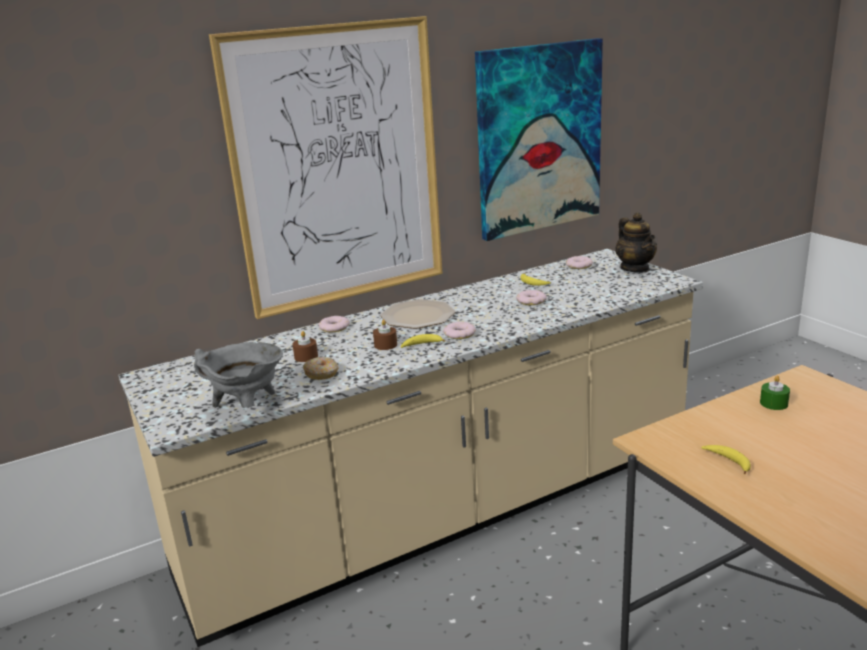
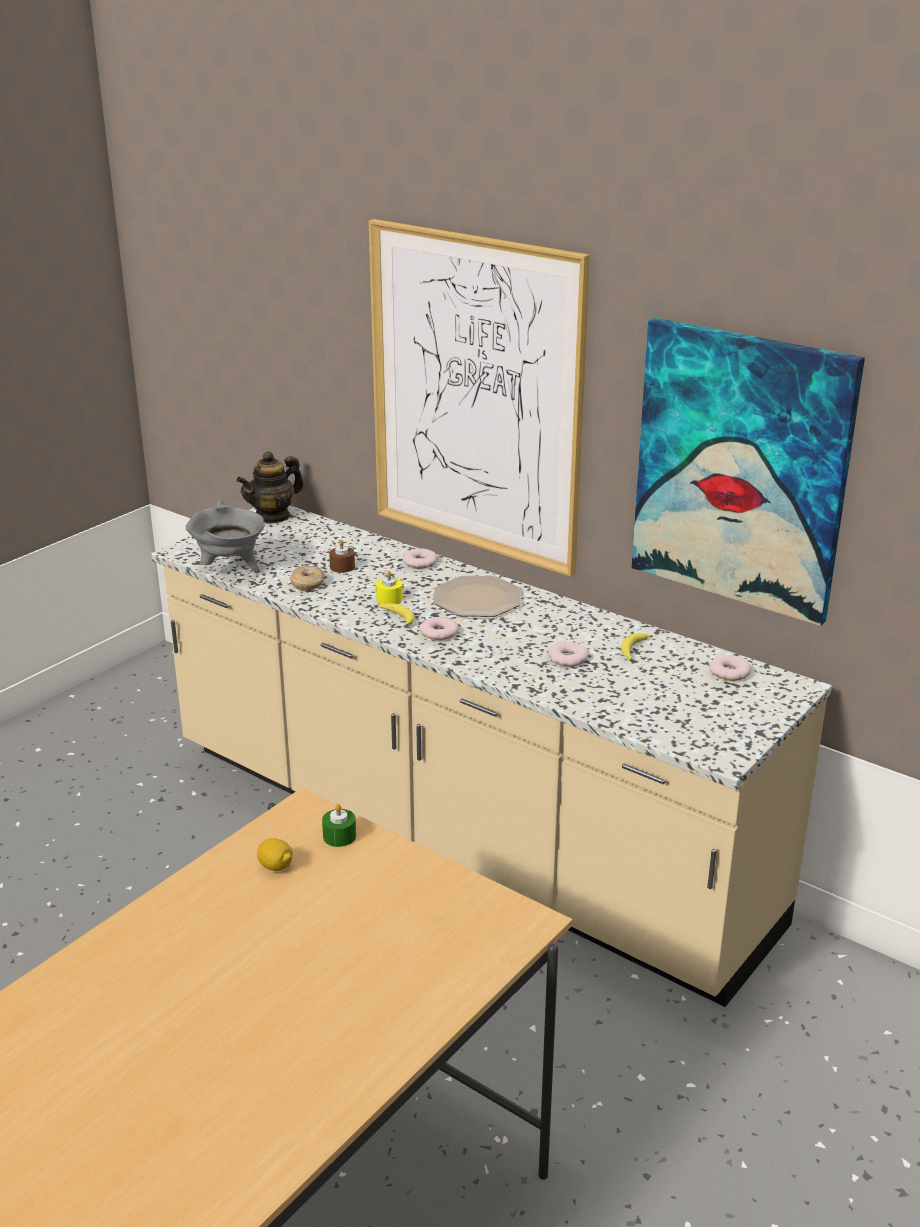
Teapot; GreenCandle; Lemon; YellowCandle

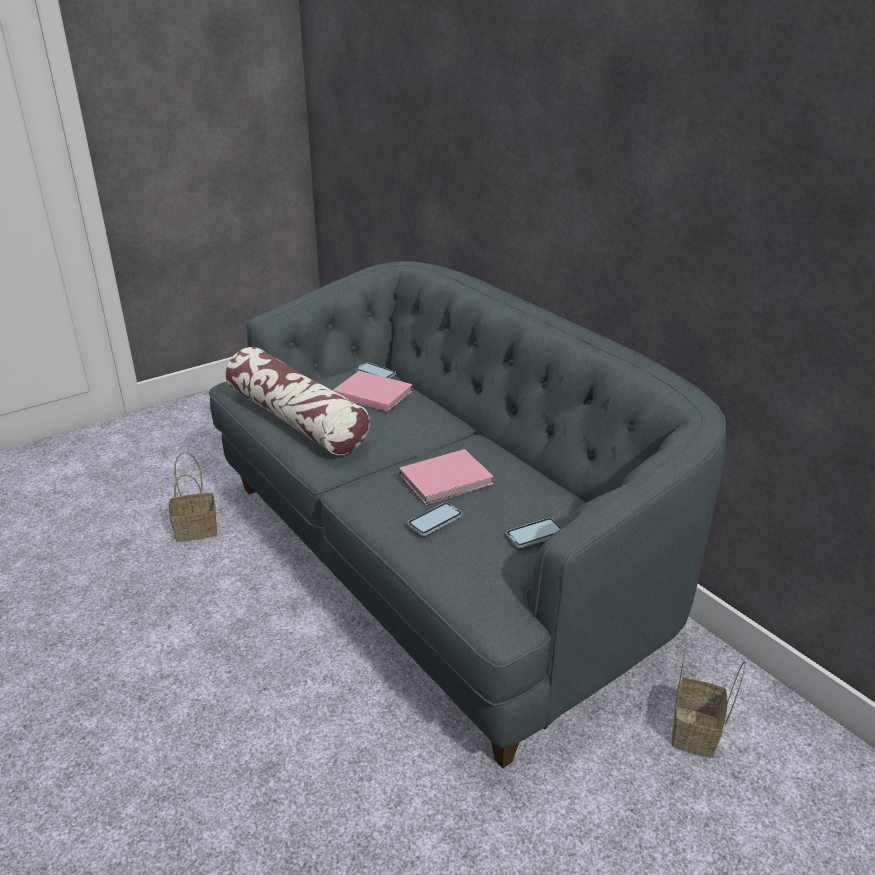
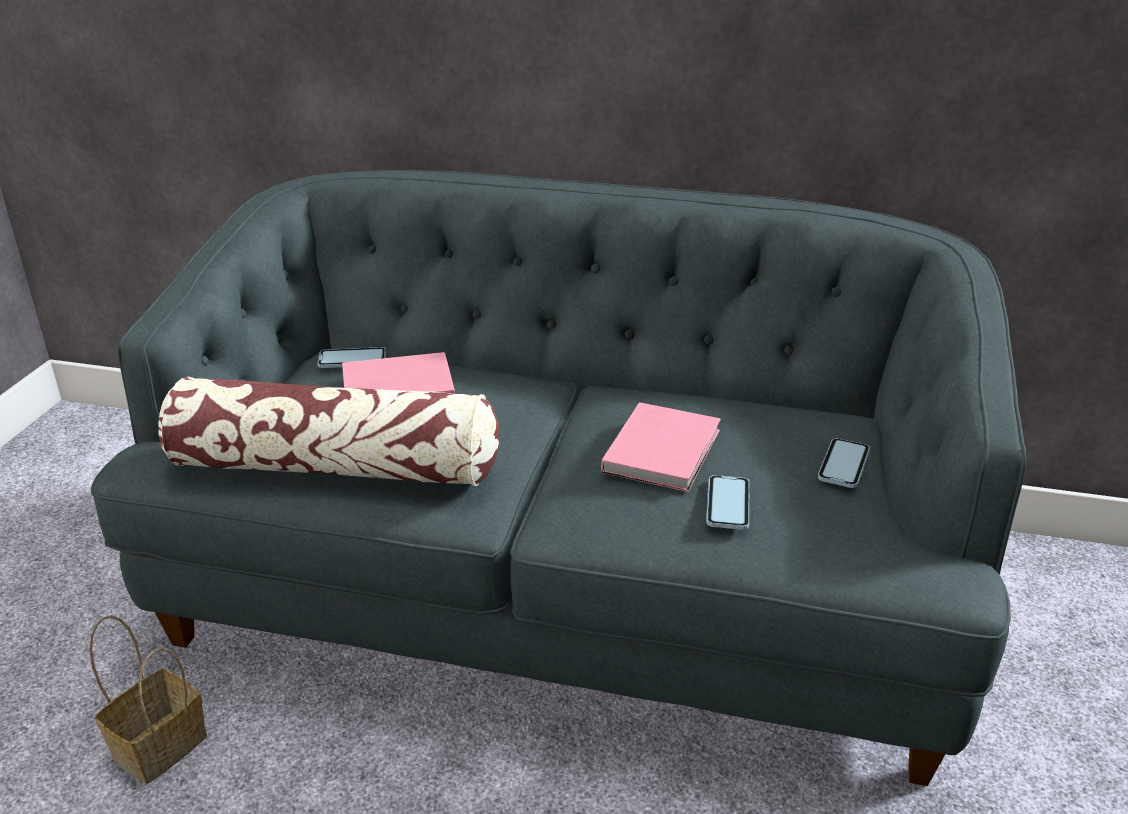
Basket (no. 2 from left in the first image)

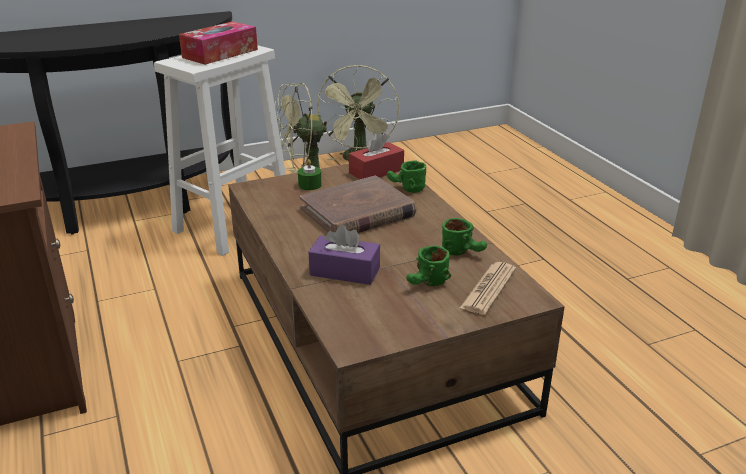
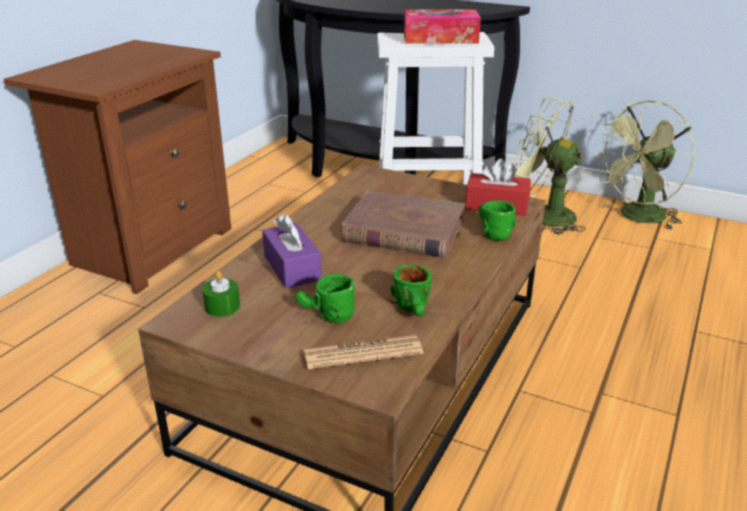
GreenCandle

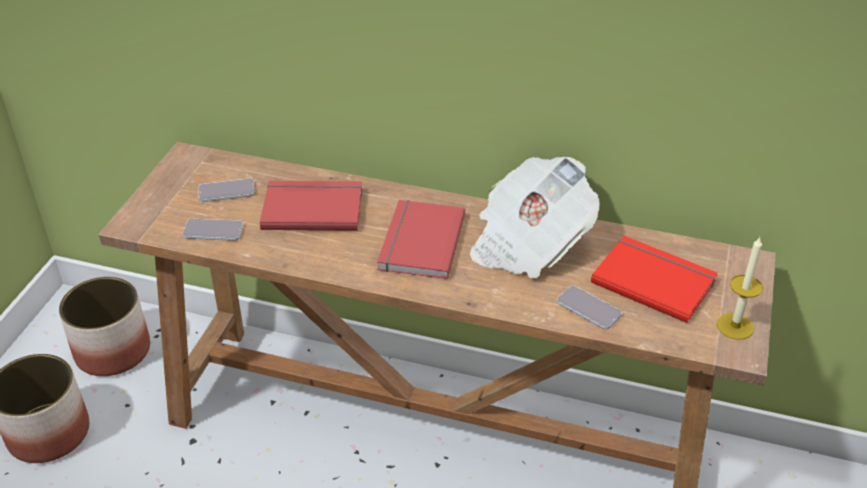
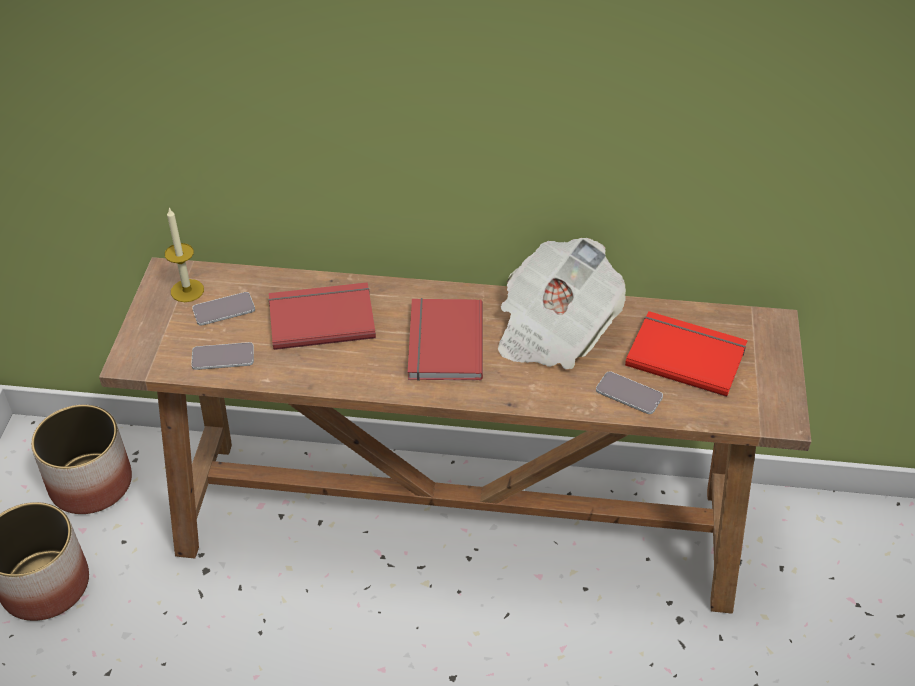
Candle

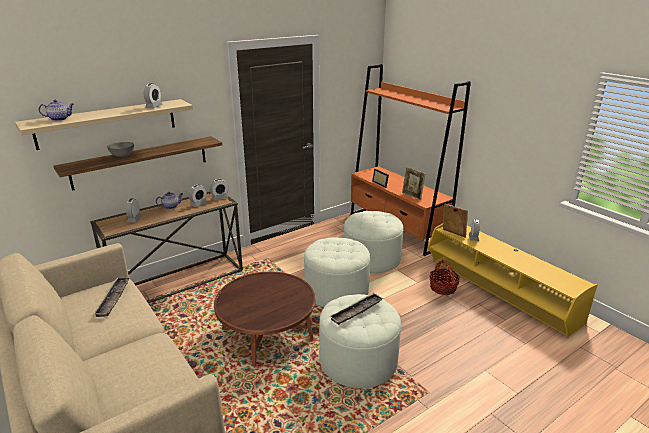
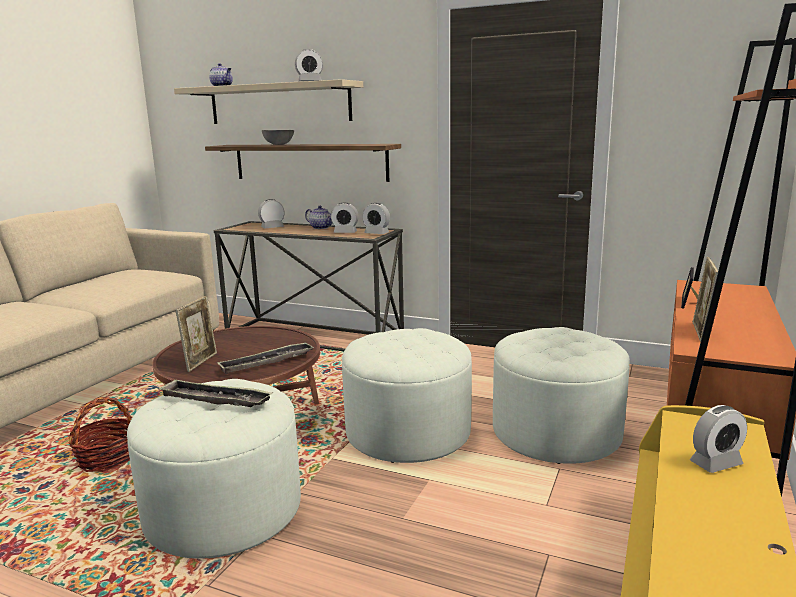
Tray (no. 2 from left); Basket; PictureFrame (no. 1 from left)

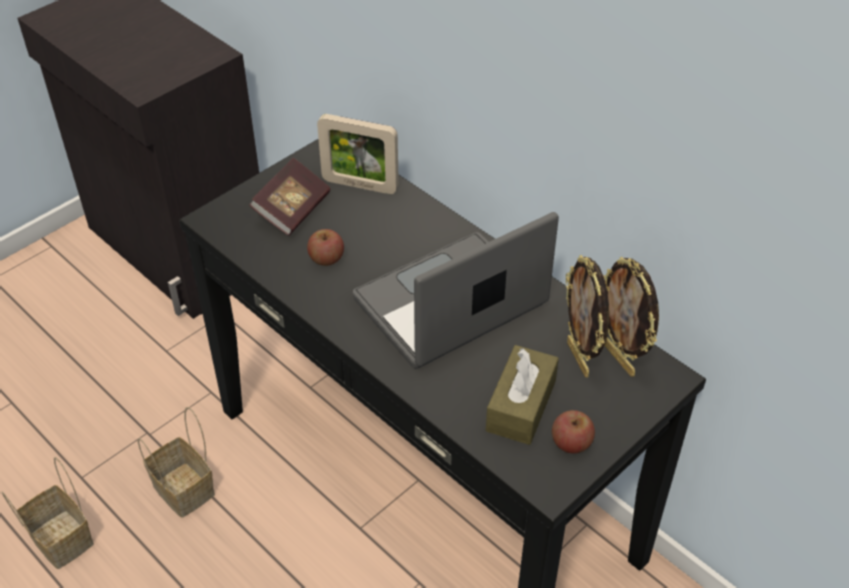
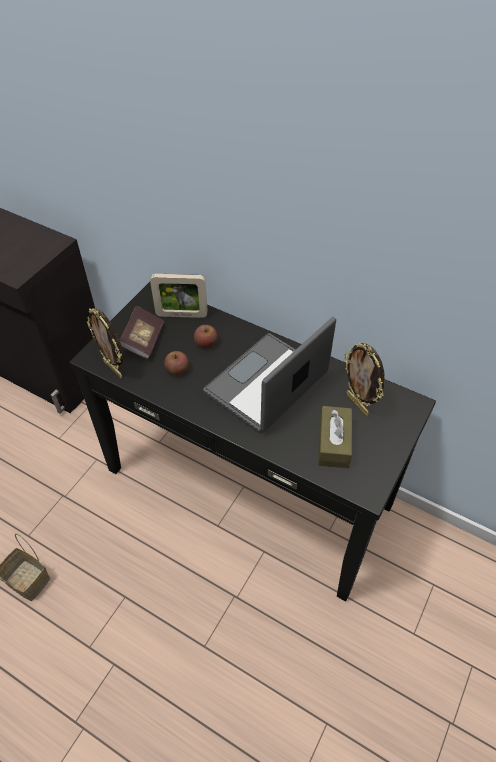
Basket (no. 2 from left in the first image); Apple (no. 2 from left); PictureFrame (no. 1 from left)

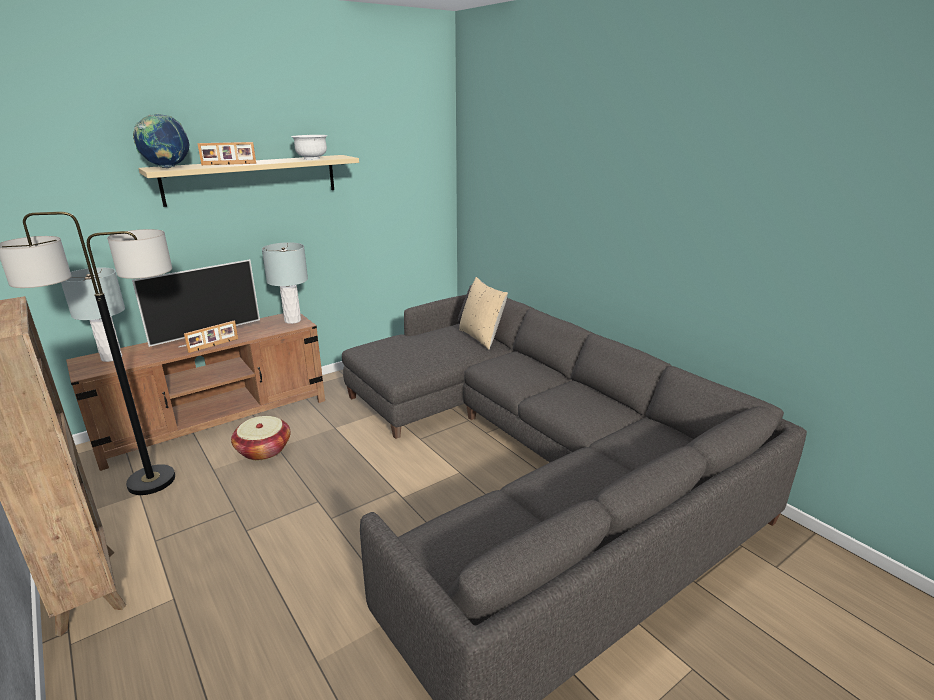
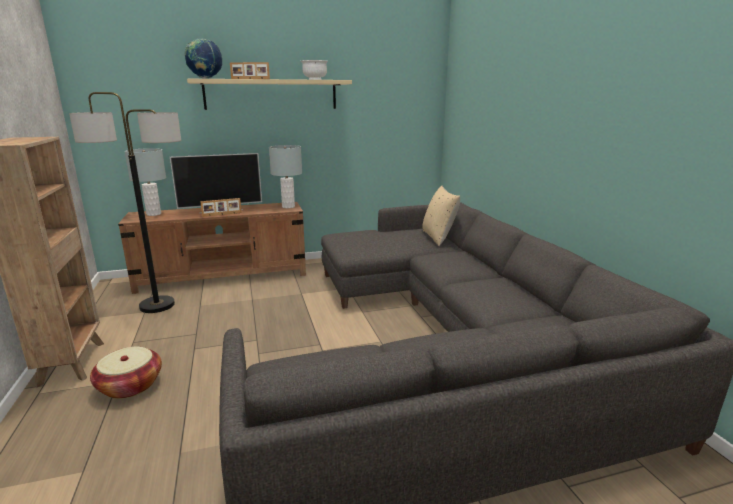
Basket

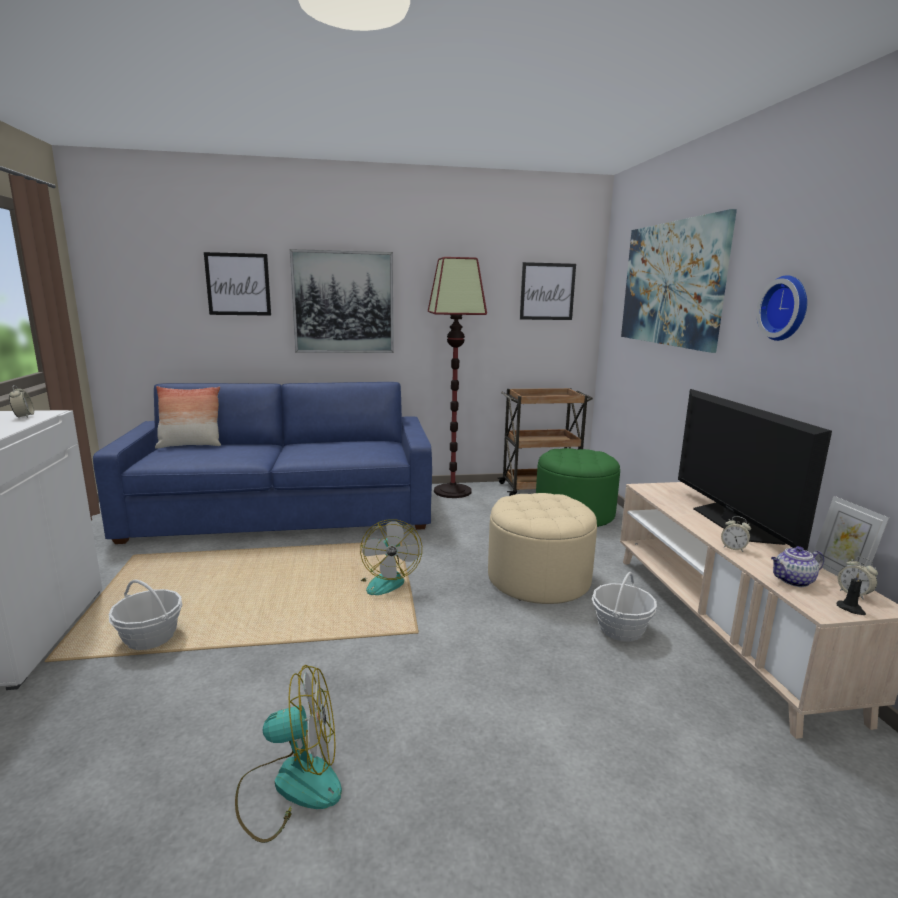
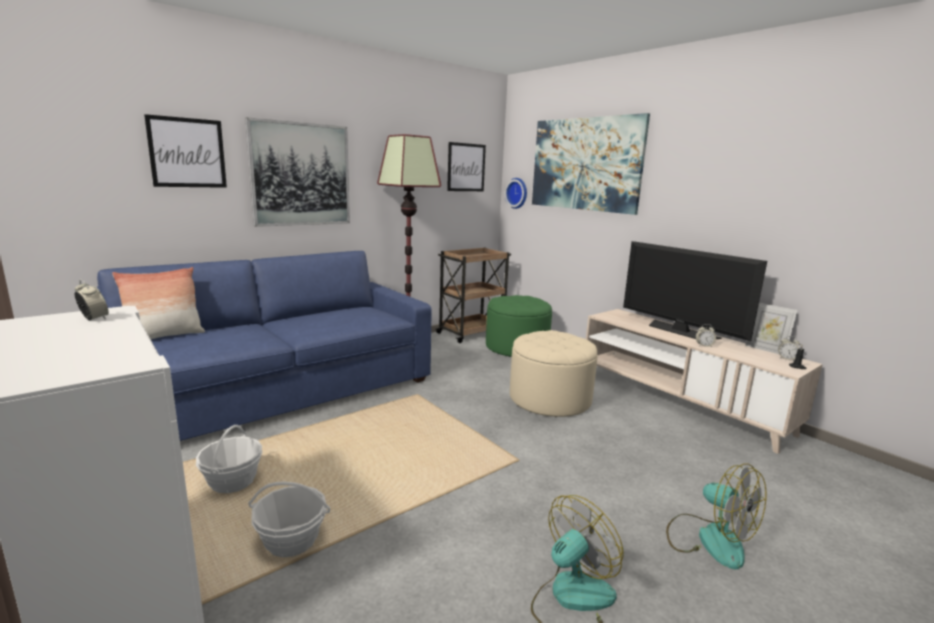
Teapot; Fan (no. 2 from left); Basket (no. 1 from left); WallClock

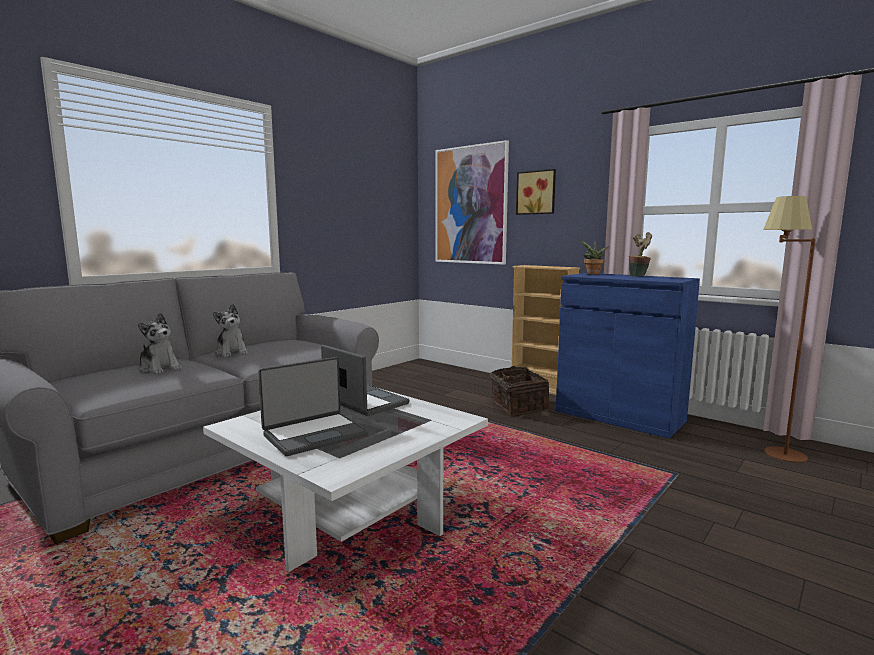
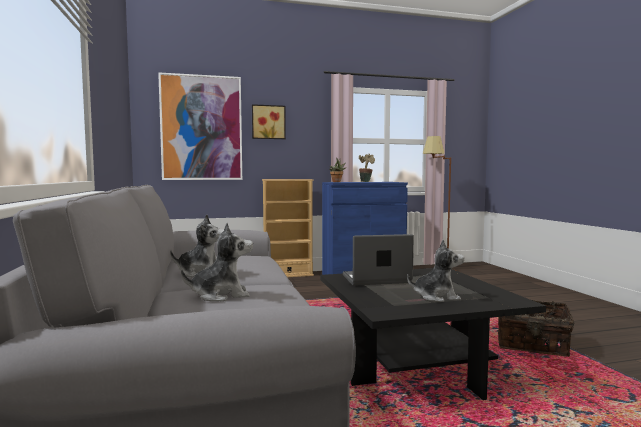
Basket; PlushToy (no. 3 from left); BlackCoffeeTable

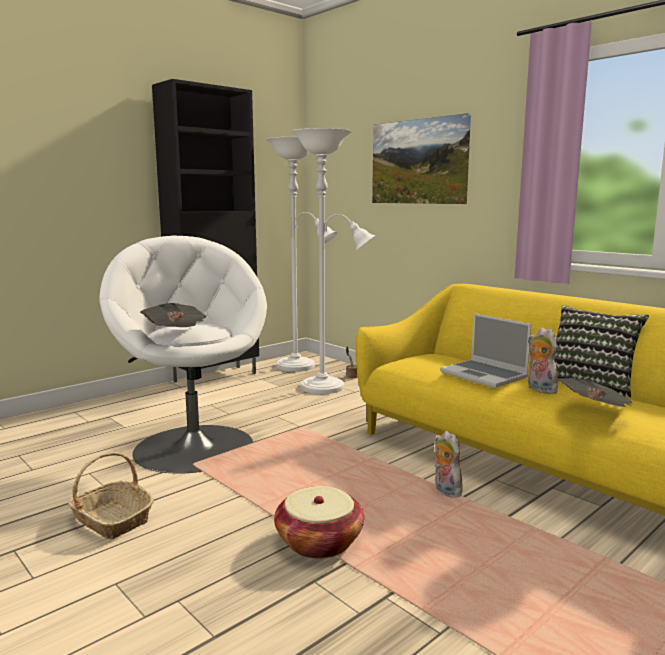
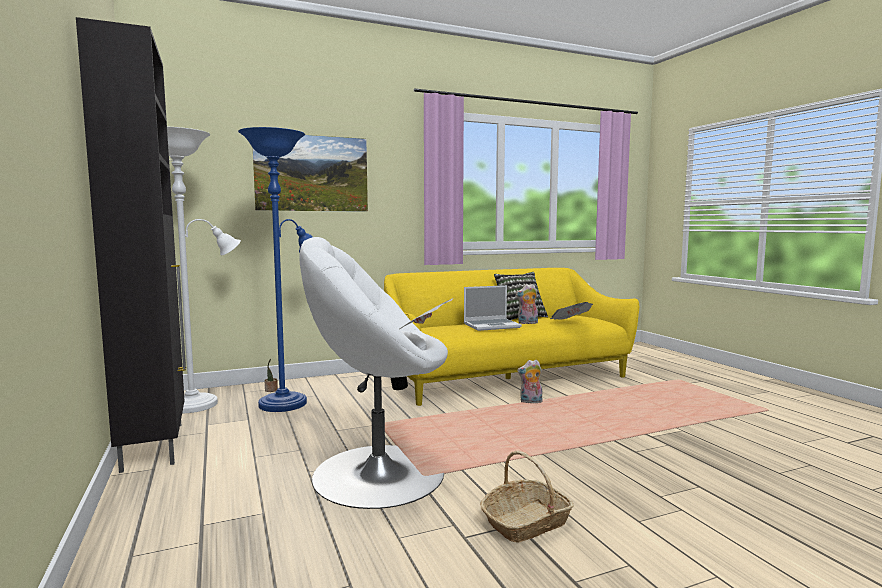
Basket (no. 2 from left in the first image); BlueFloorLamp

